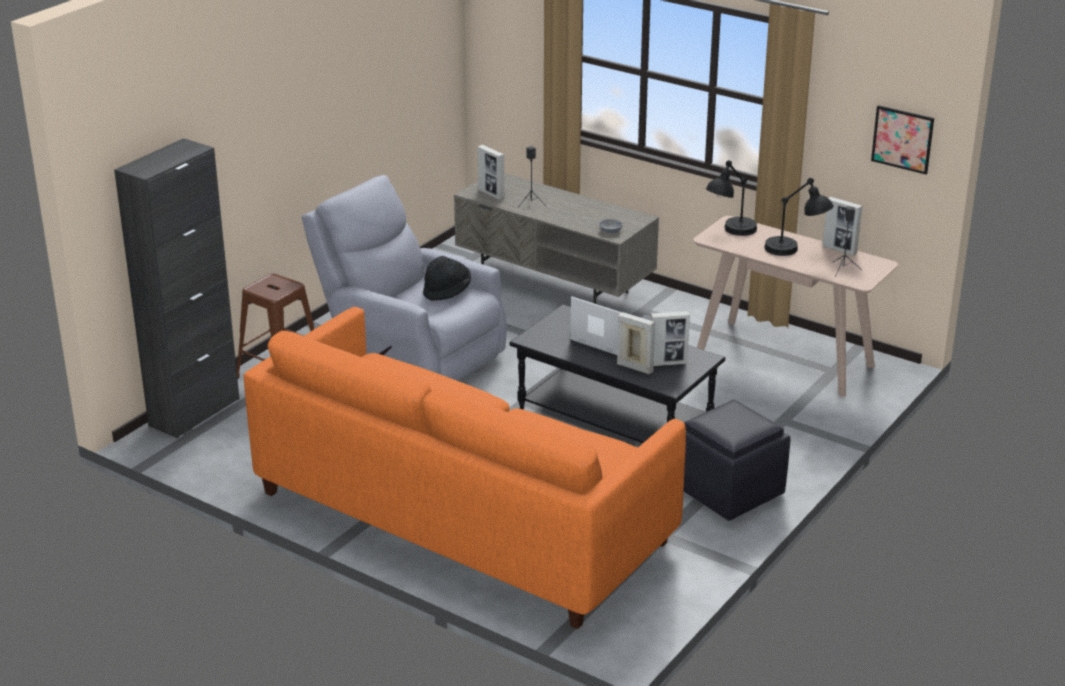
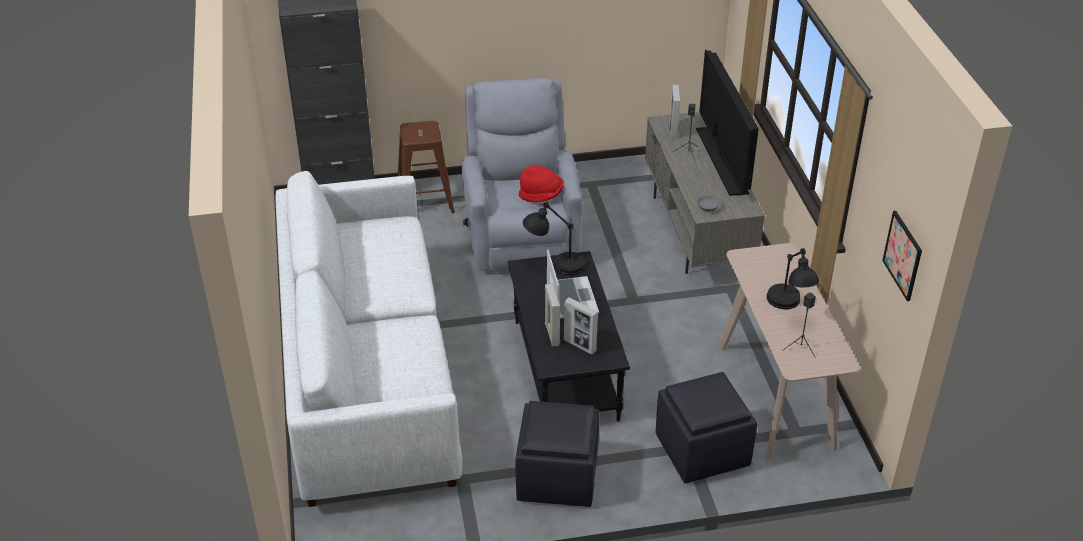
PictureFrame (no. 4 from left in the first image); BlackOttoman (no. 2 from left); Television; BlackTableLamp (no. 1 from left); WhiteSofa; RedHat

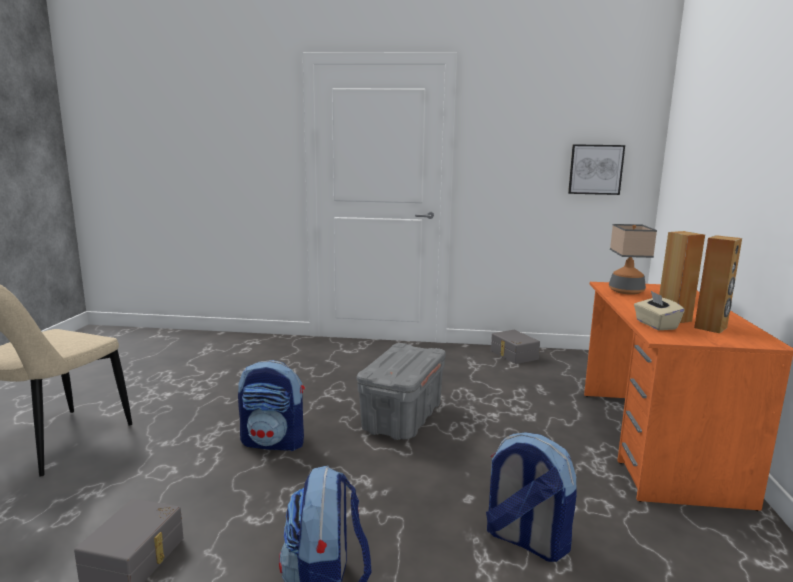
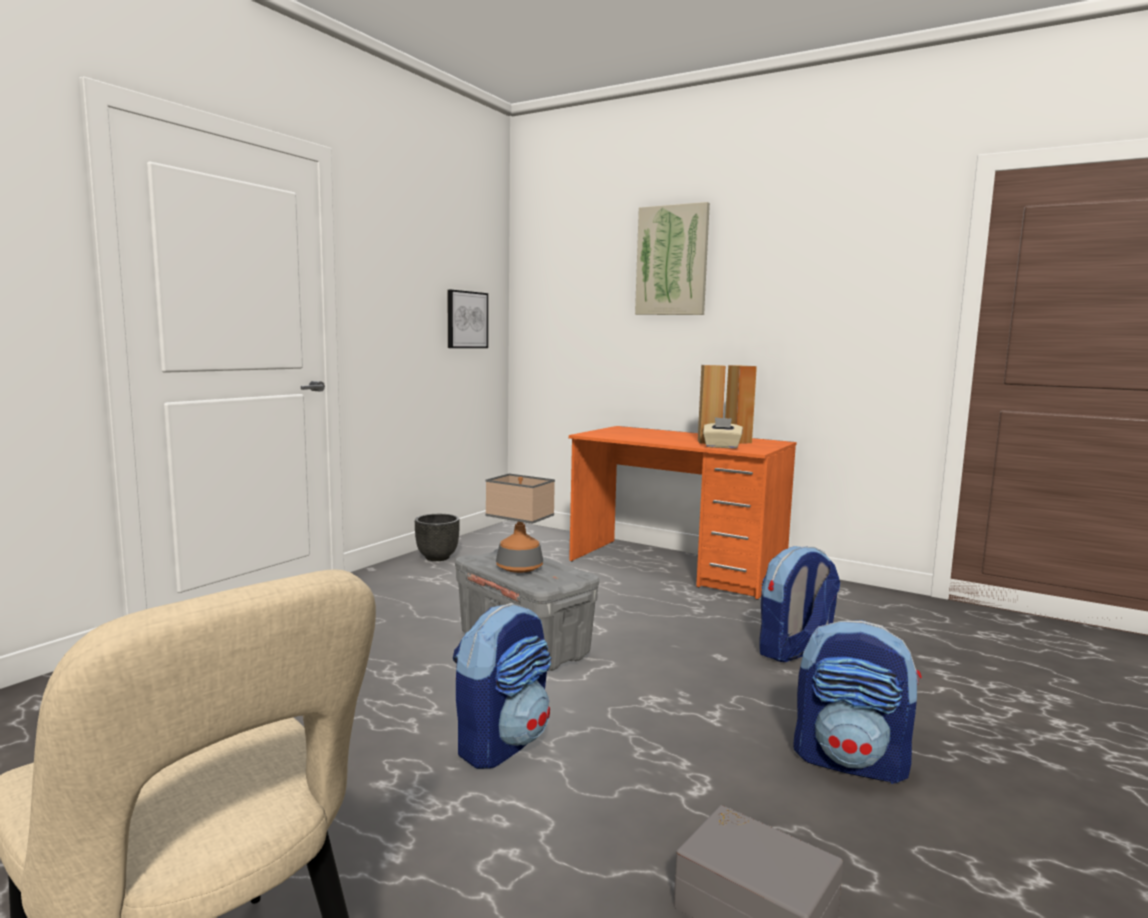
Picture (no. 2 from left); TableLamp; BlackPlanter

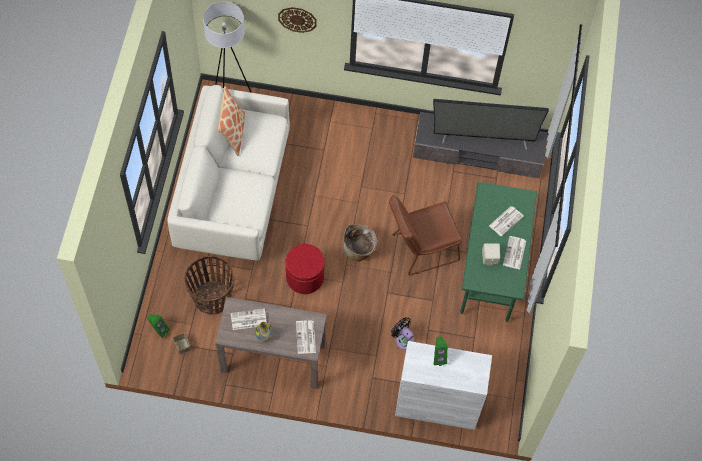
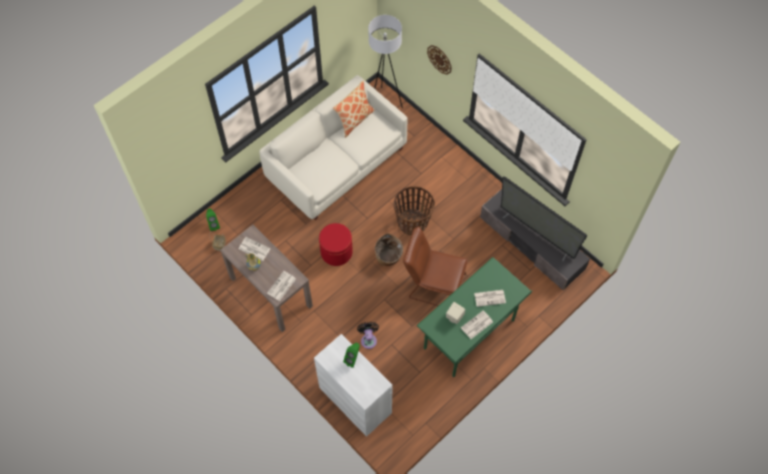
Basket (no. 3 from left)

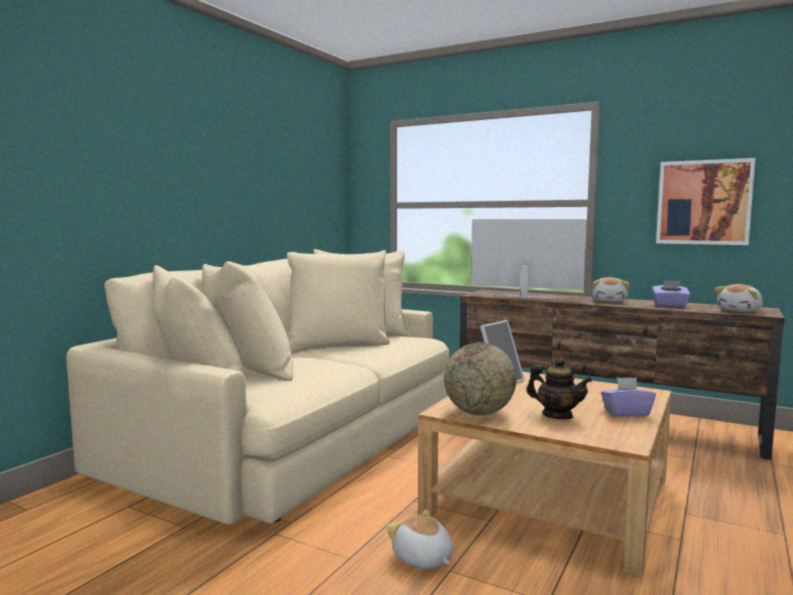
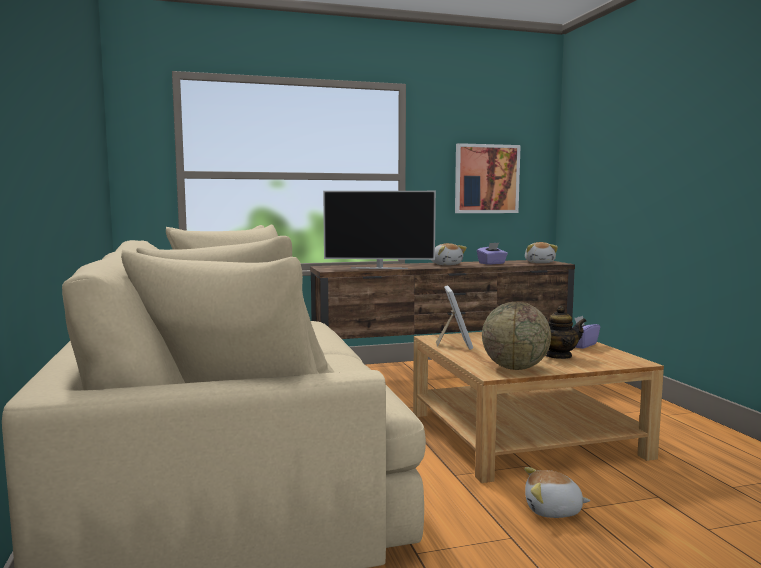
Television

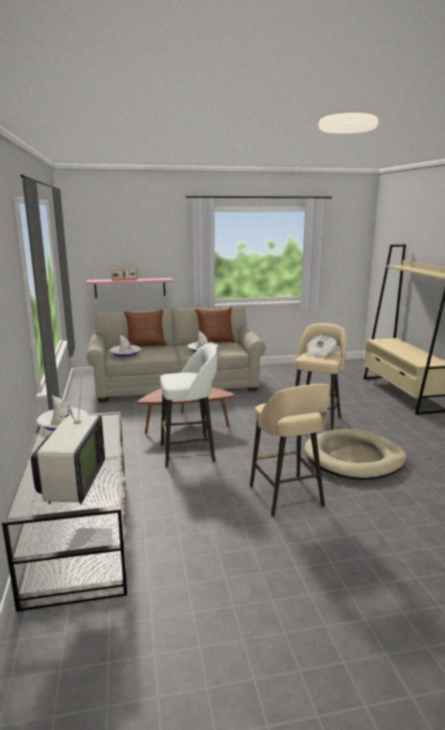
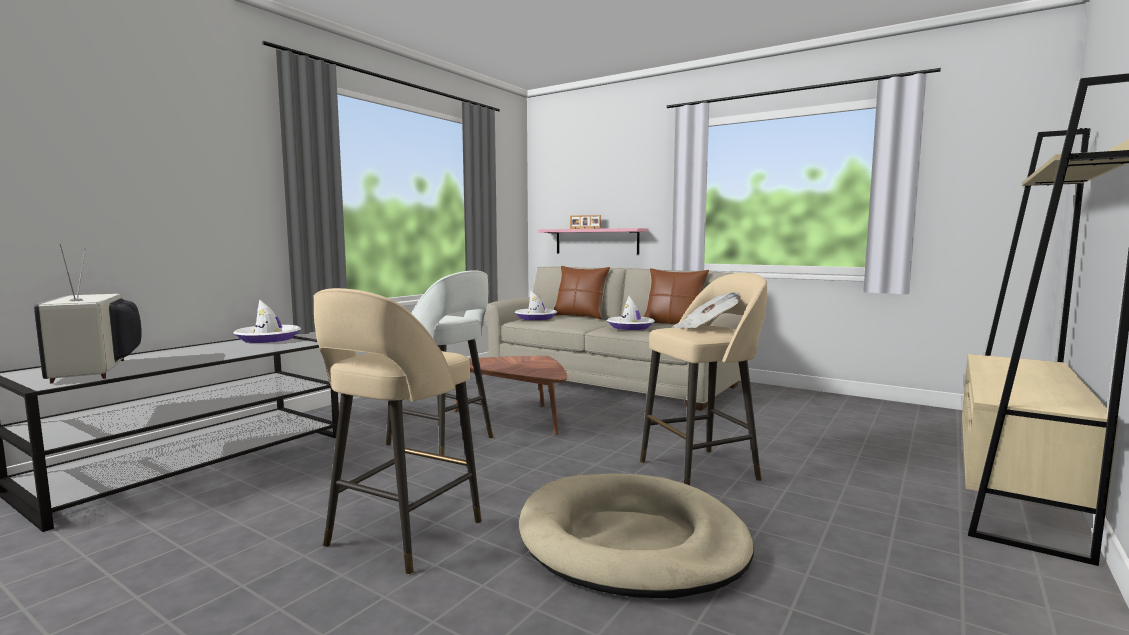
Television

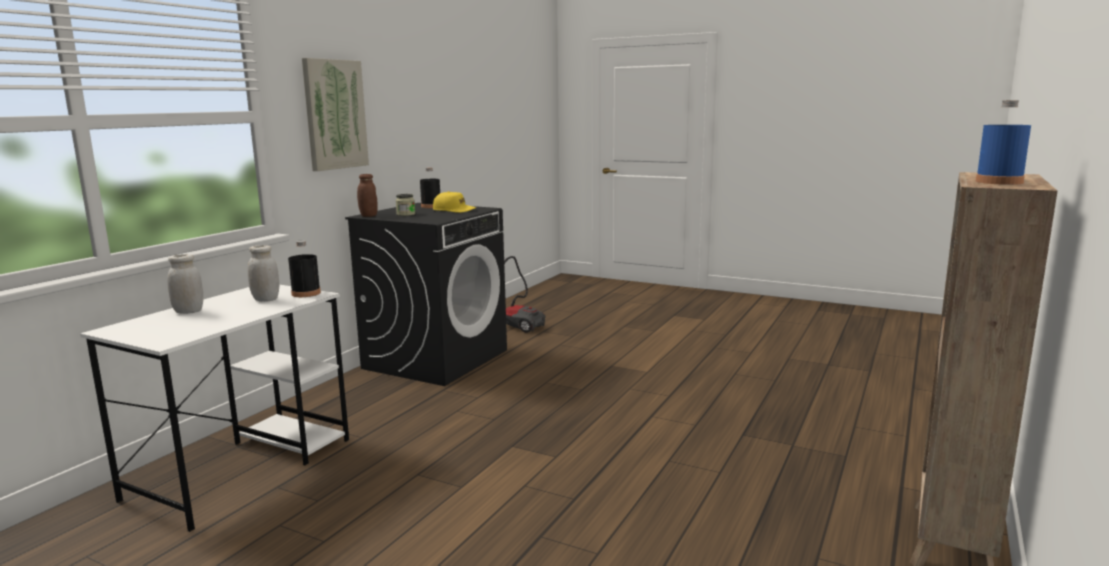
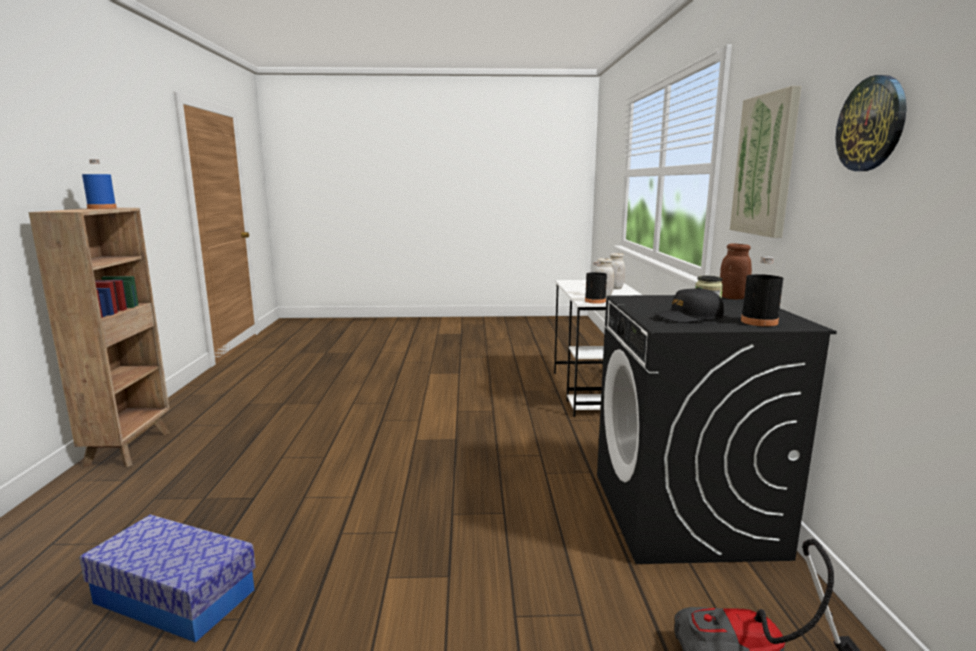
StorageBox; WallClock; BlackCap

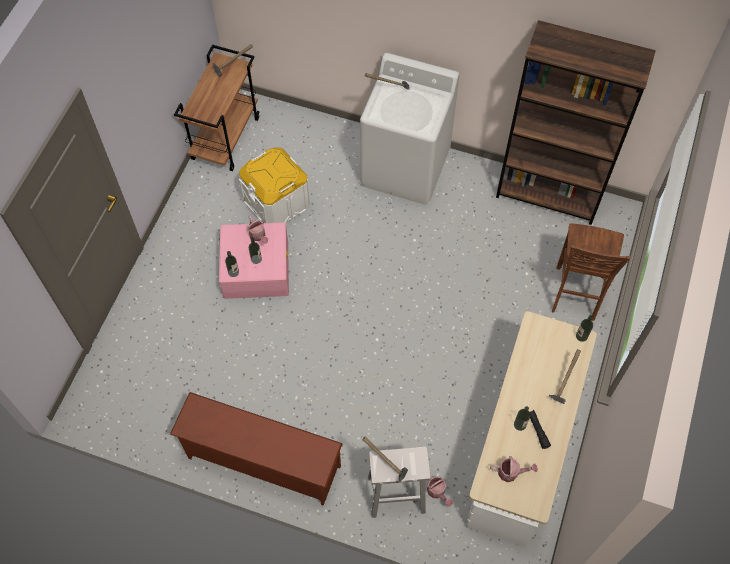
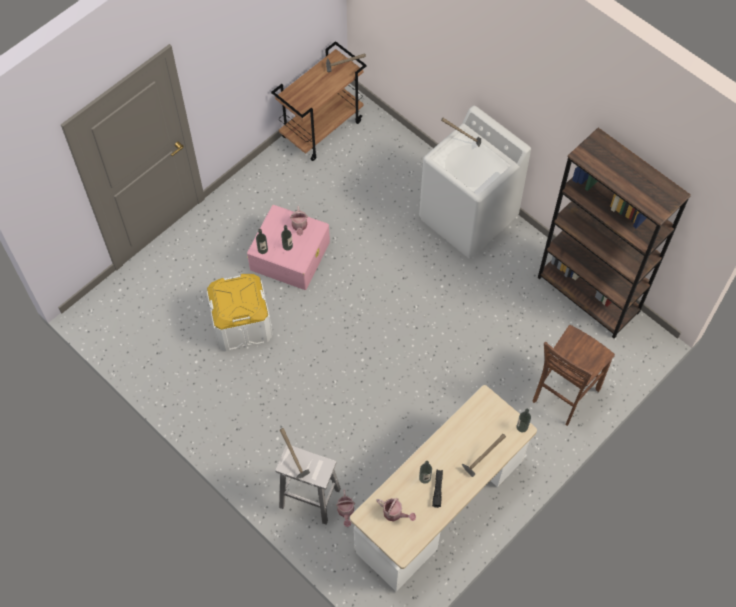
BrownShoeRack; WhiteStorageBox

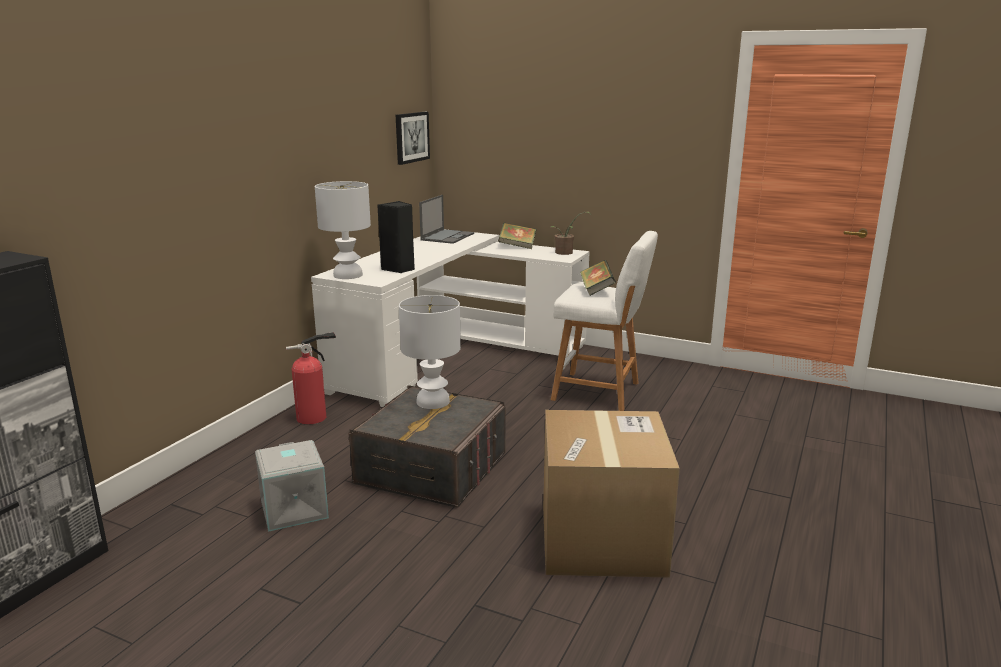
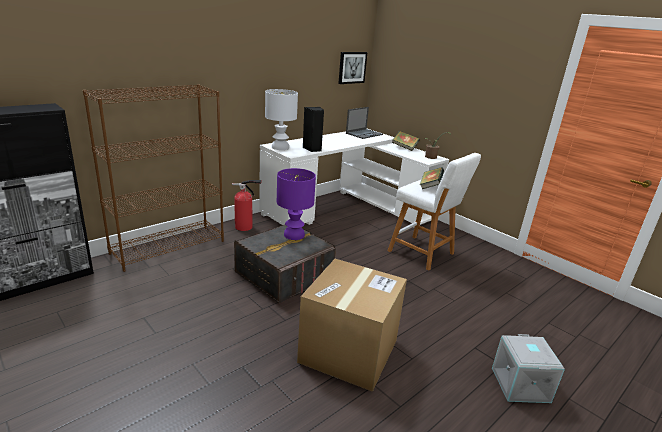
BrownBookcase; GreyStorageBox (no. 2 from left); PurpleTableLamp

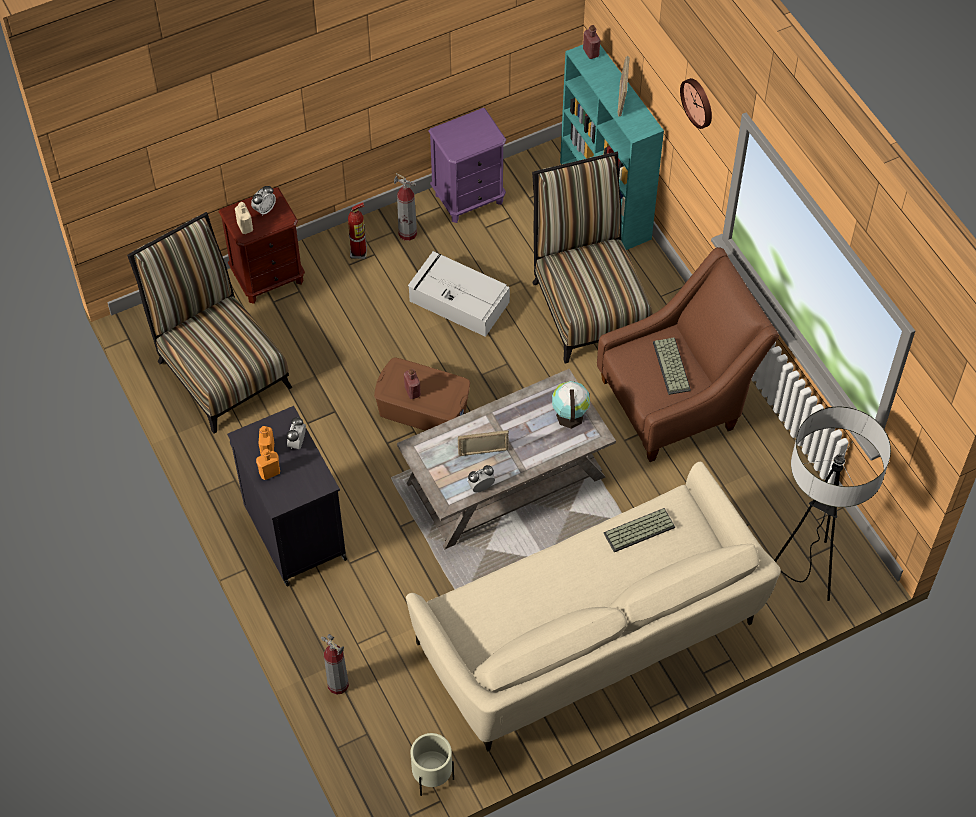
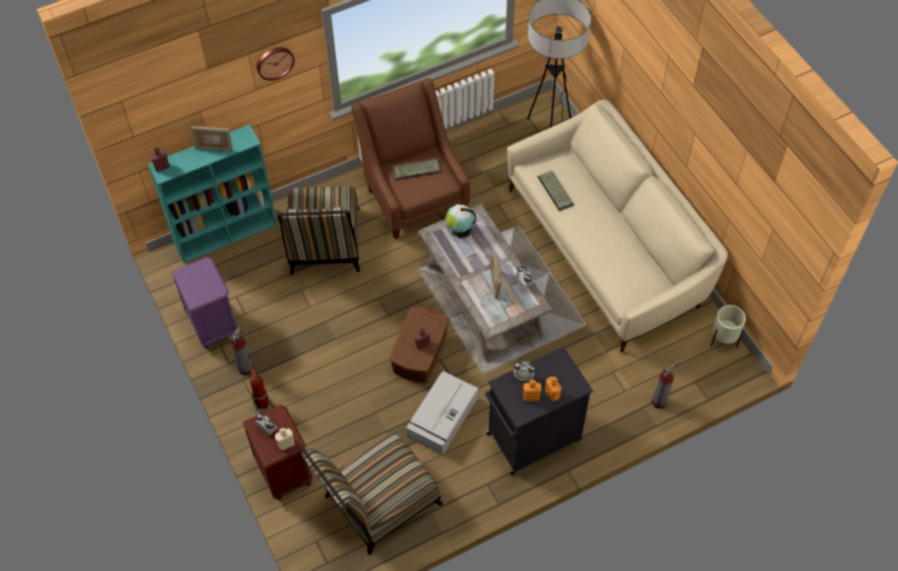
GreyStorageBox; Chair (no. 1 from left)

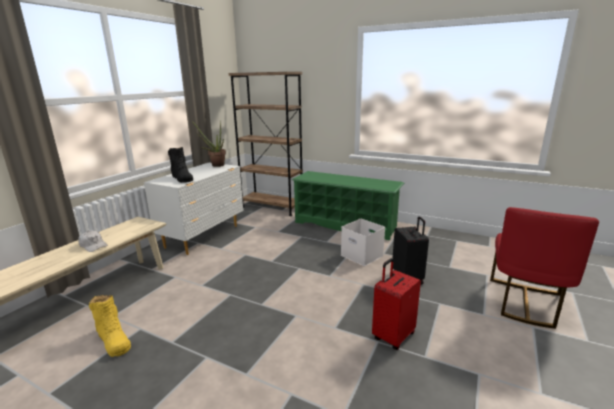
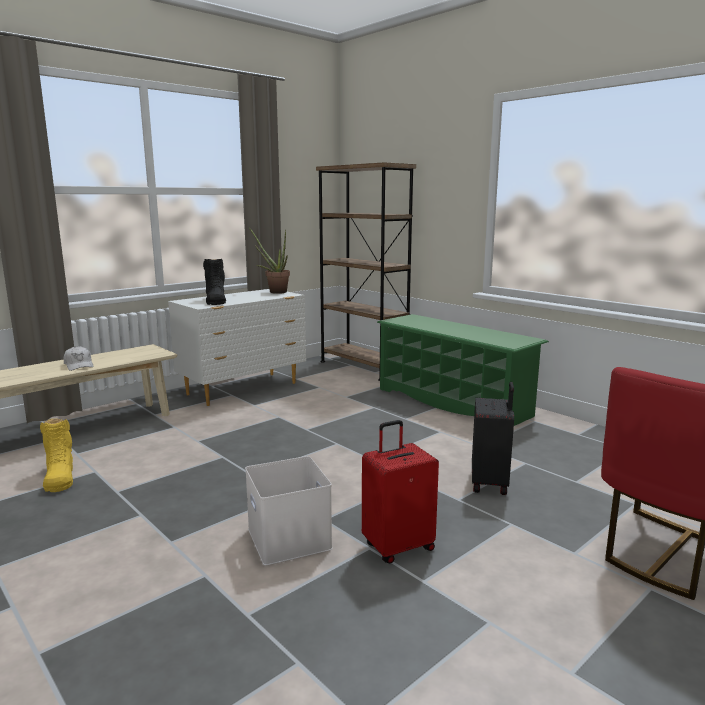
WhiteStorageBox

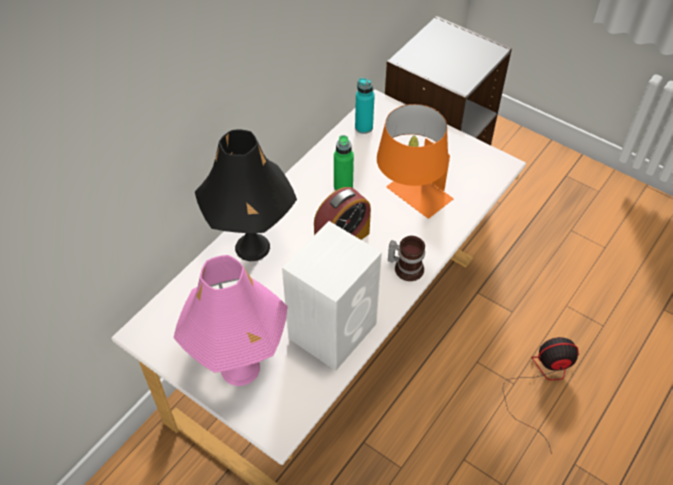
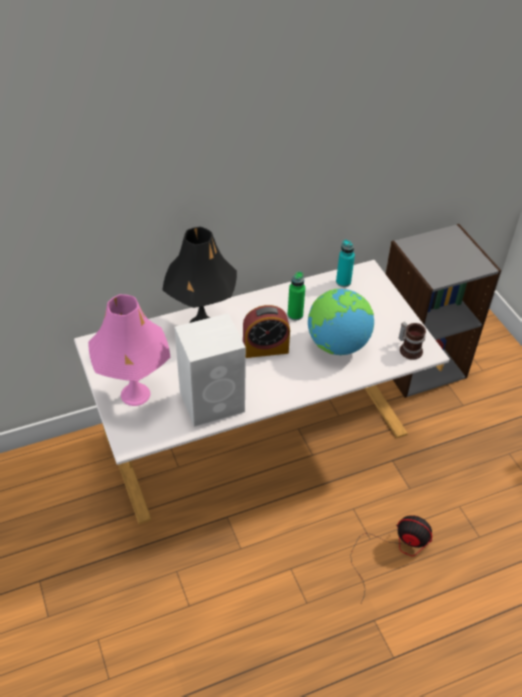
Mug; Globe

